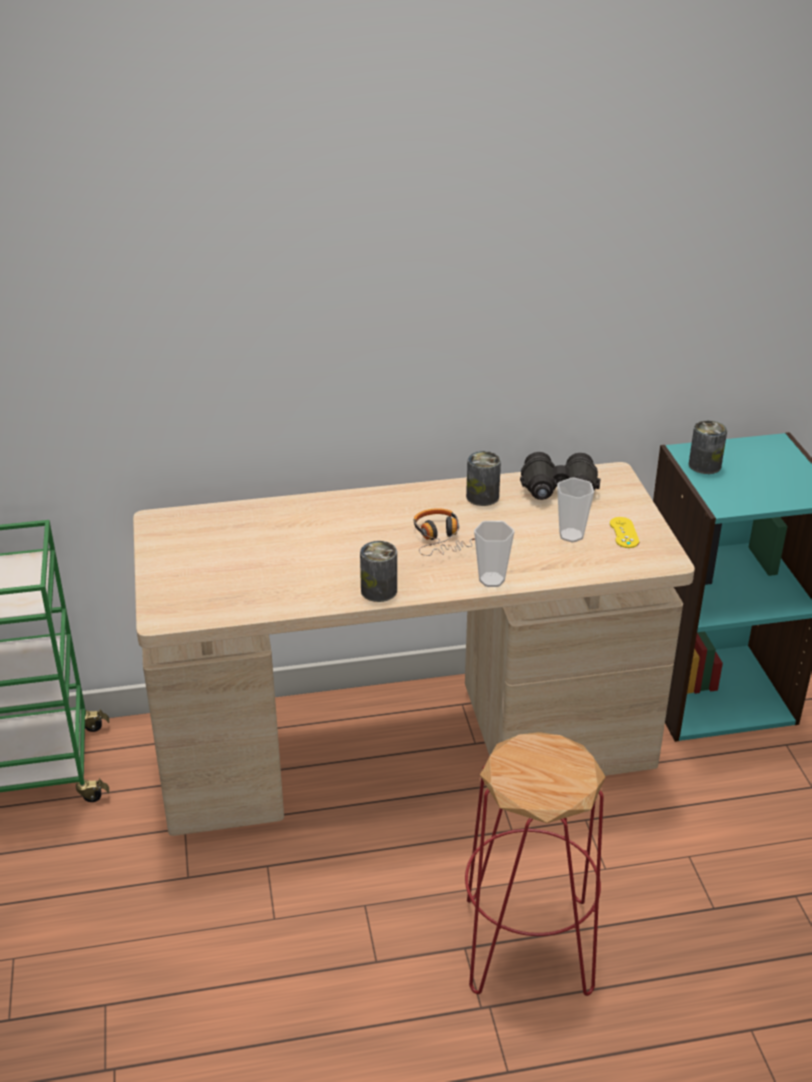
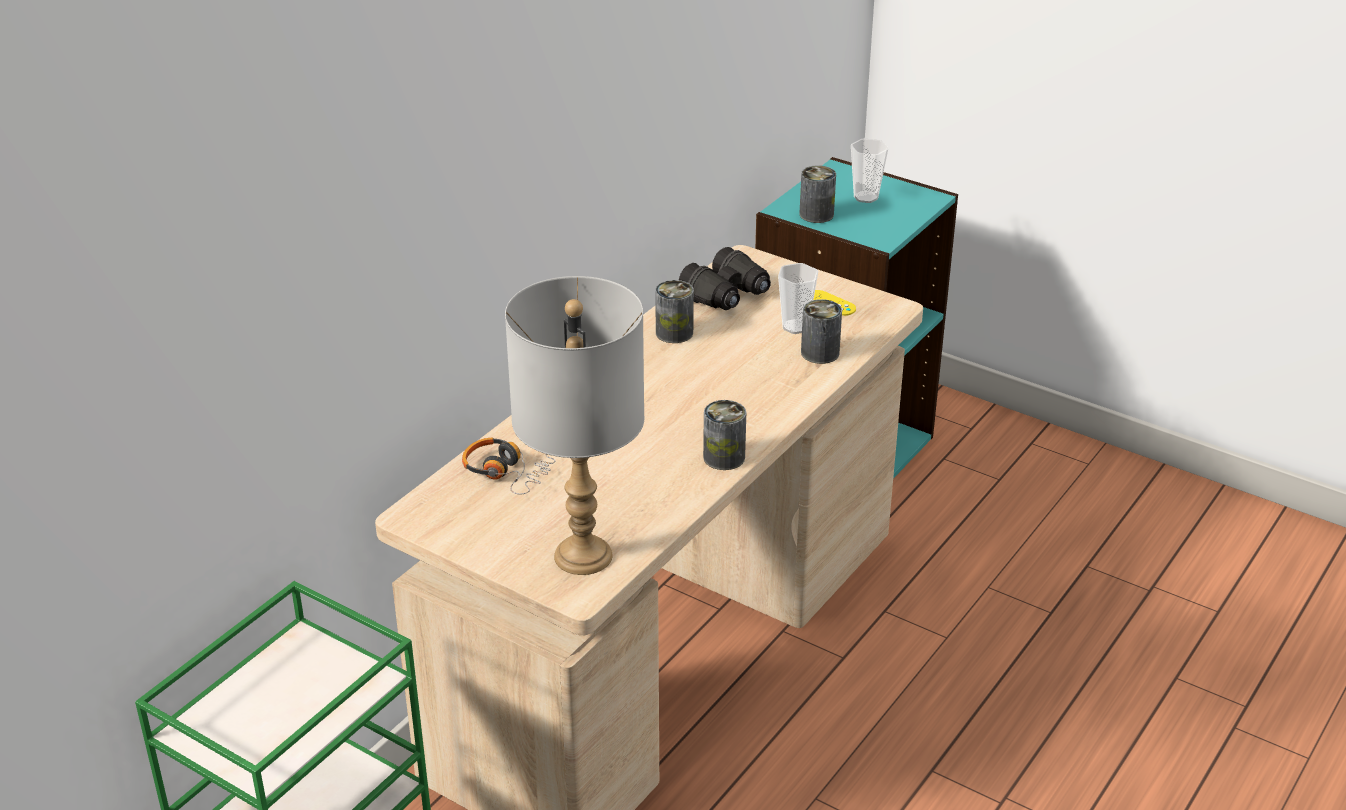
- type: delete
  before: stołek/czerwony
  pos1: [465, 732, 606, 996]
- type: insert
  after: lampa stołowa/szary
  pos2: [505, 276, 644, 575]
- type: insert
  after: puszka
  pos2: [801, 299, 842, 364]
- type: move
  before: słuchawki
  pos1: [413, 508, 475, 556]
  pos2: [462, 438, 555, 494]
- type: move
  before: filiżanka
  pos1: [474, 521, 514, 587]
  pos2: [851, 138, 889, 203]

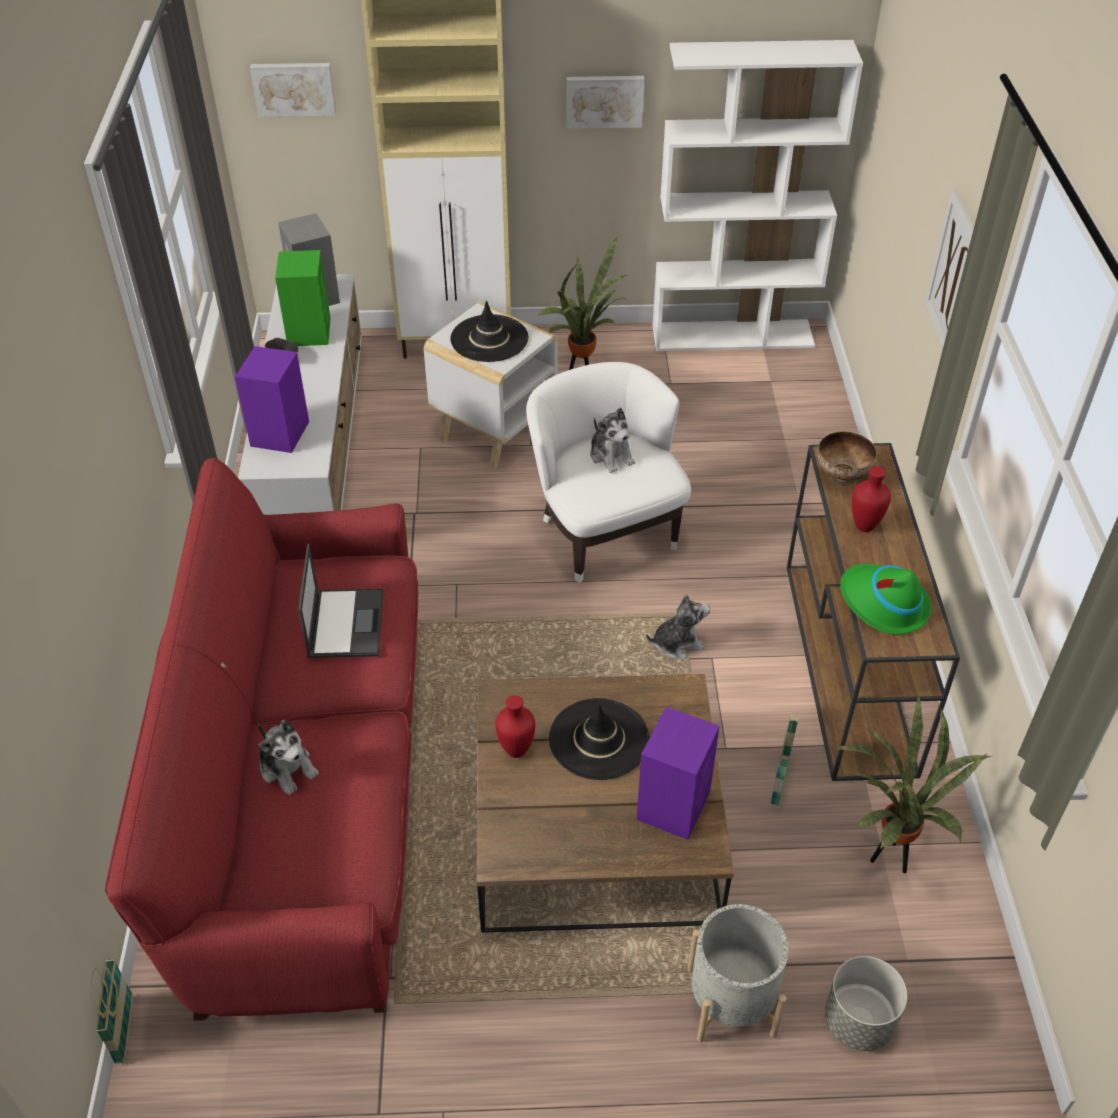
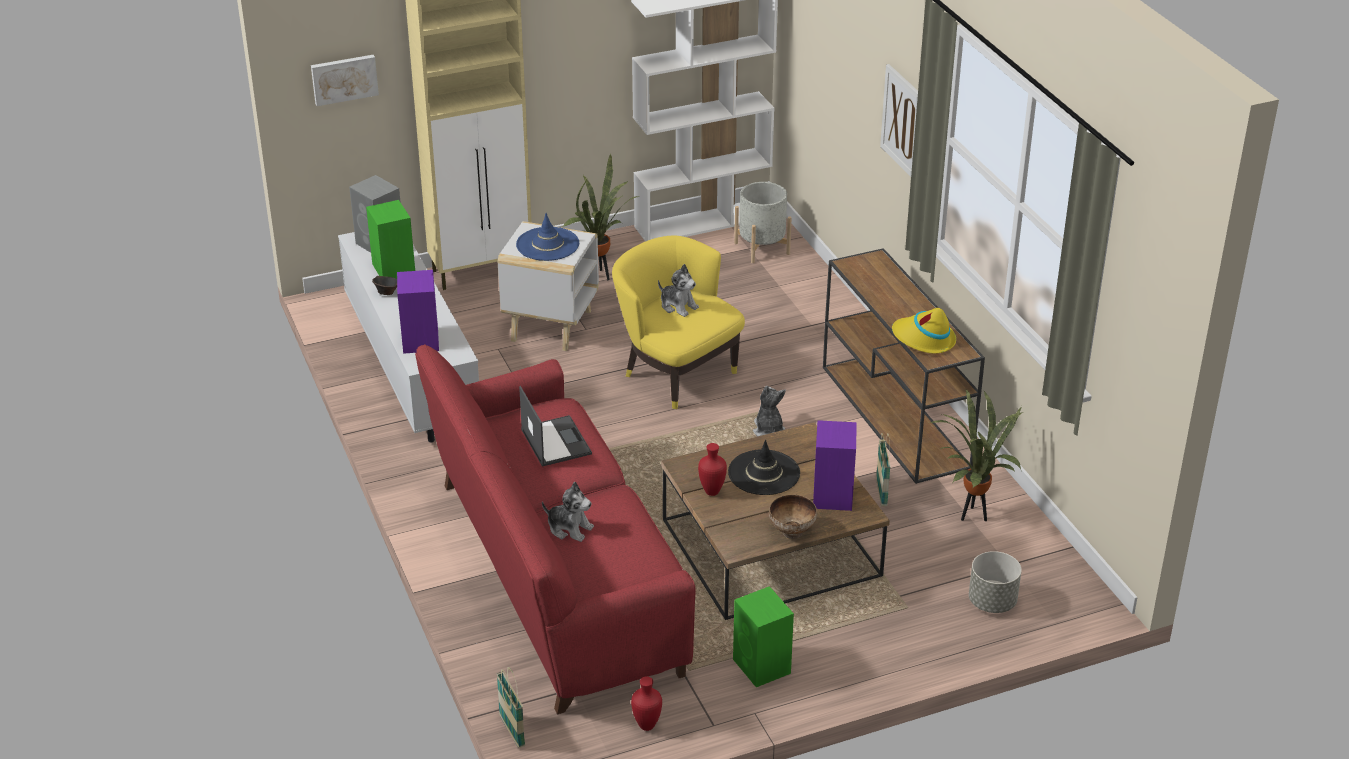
- type: delete
  before: obraz
  pos1: [566, 76, 645, 129]
- type: insert
  after: głośnik/zielony
  pos2: [733, 586, 794, 687]
- type: move
  before: donica/szary
  pos1: [688, 904, 789, 1042]
  pos2: [734, 182, 792, 263]
- type: move
  before: miska
  pos1: [817, 432, 877, 486]
  pos2: [769, 495, 817, 539]
- type: move
  before: wazon/czerwony
  pos1: [852, 466, 891, 532]
  pos2: [631, 676, 662, 731]
- type: recolor
  before: kapelusz/czarny
  after: kapelusz/niebieski
  pos1: [450, 301, 528, 362]
  pos2: [516, 213, 579, 261]
- type: recolor
  before: fotel/biały
  after: fotel/żółty
  pos1: [526, 362, 691, 583]
  pos2: [612, 236, 745, 409]
- type: recolor
  before: kapelusz/zielony
  after: kapelusz/żółty
  pos1: [840, 564, 931, 635]
  pos2: [892, 308, 956, 354]
- type: rotate
  before: pluszak
  pos1: [646, 594, 710, 659]
  pos2: [753, 386, 786, 436]
  turn: -60

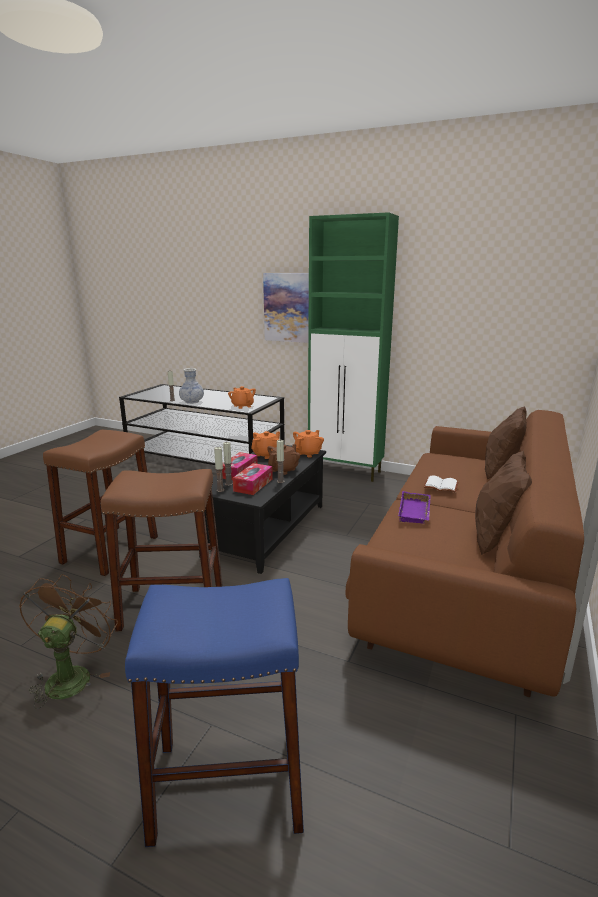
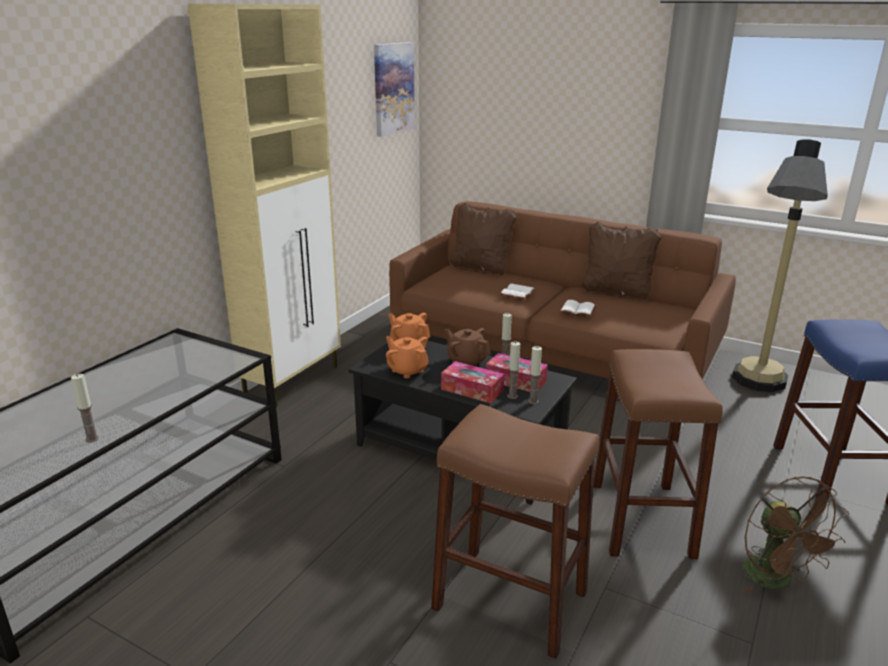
- type: delete
  before: wazon
  pos1: [179, 368, 204, 404]
- type: delete
  before: imbryk/pomarańczowy
  pos1: [228, 386, 256, 409]
- type: insert
  after: lampa stojąca
  pos2: [732, 139, 828, 392]
- type: move
  before: obraz
  pos1: [263, 273, 309, 343]
  pos2: [374, 42, 415, 137]
- type: replace
  before: taca/fioletowy
  after: książka/biały
  pos1: [398, 491, 431, 524]
  pos2: [559, 300, 596, 316]
- type: recolor
  before: szafka/zielony
  after: szafka/beżowy
  pos1: [308, 212, 399, 482]
  pos2: [188, 4, 341, 407]
- type: rotate
  before: wentylator/brązowy
  pos1: [19, 574, 118, 709]
  pos2: [742, 476, 849, 595]
  turn: -120

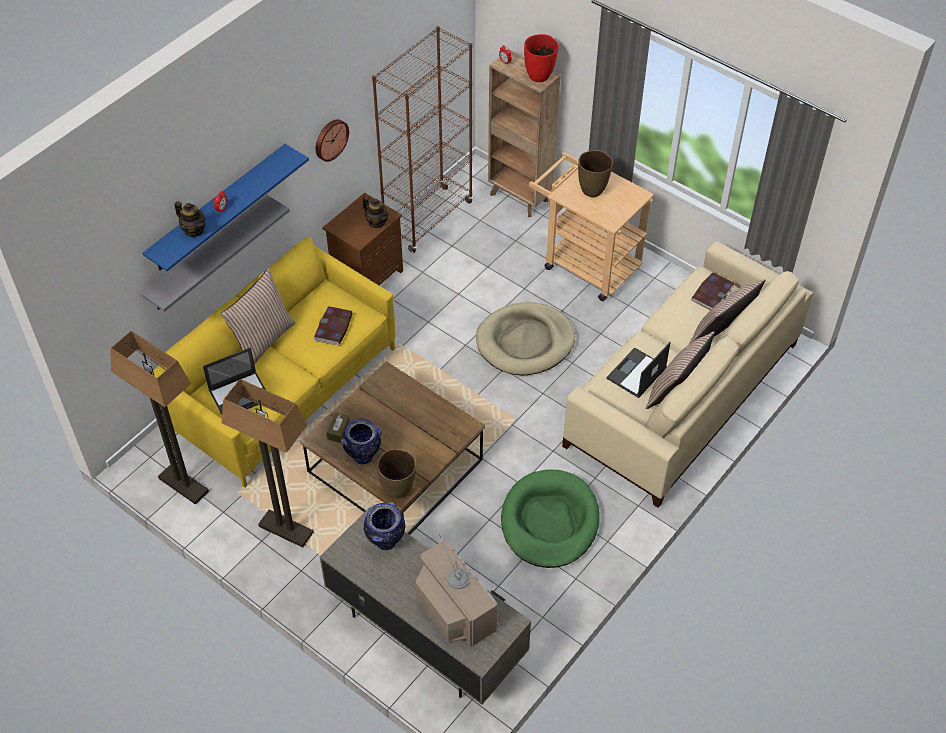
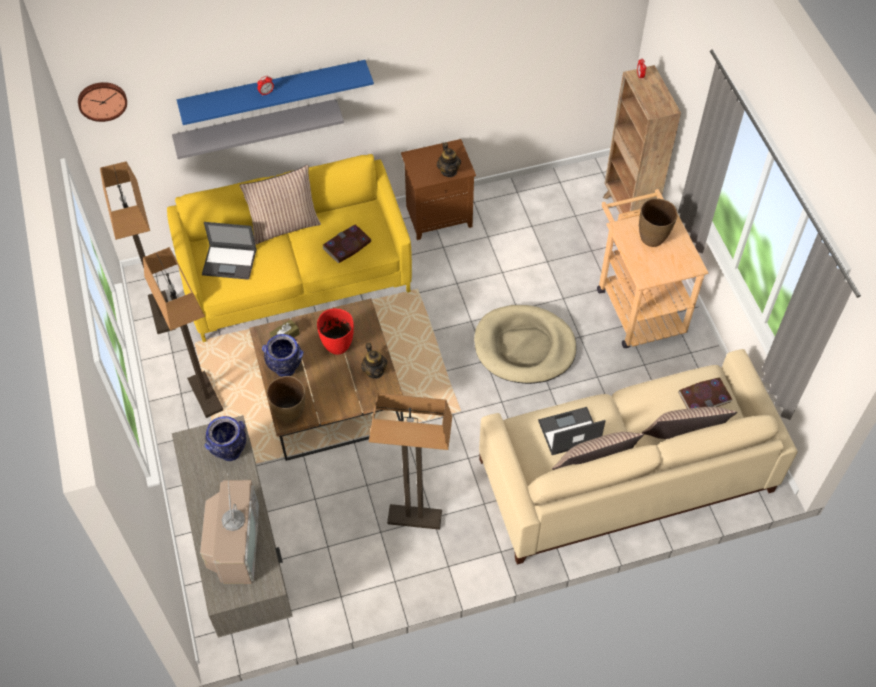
- type: delete
  before: regał/brązowy
  pos1: [372, 26, 473, 253]
- type: move
  before: imbryk
  pos1: [174, 201, 206, 237]
  pos2: [361, 343, 387, 379]
- type: move
  before: zegar ścienny
  pos1: [316, 119, 349, 162]
  pos2: [78, 82, 127, 122]
- type: move
  before: wazon/czerwony
  pos1: [524, 34, 559, 82]
  pos2: [317, 308, 354, 355]
- type: replace
  before: legowisko/zielony
  after: lampa stojąca
  pos1: [501, 469, 600, 568]
  pos2: [369, 393, 452, 530]

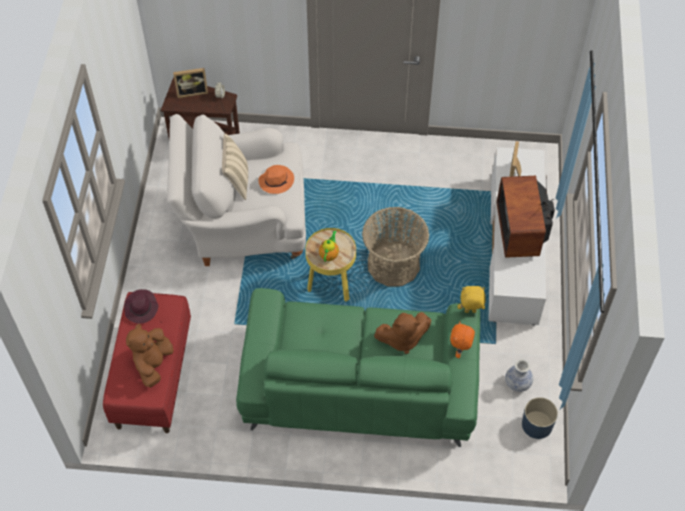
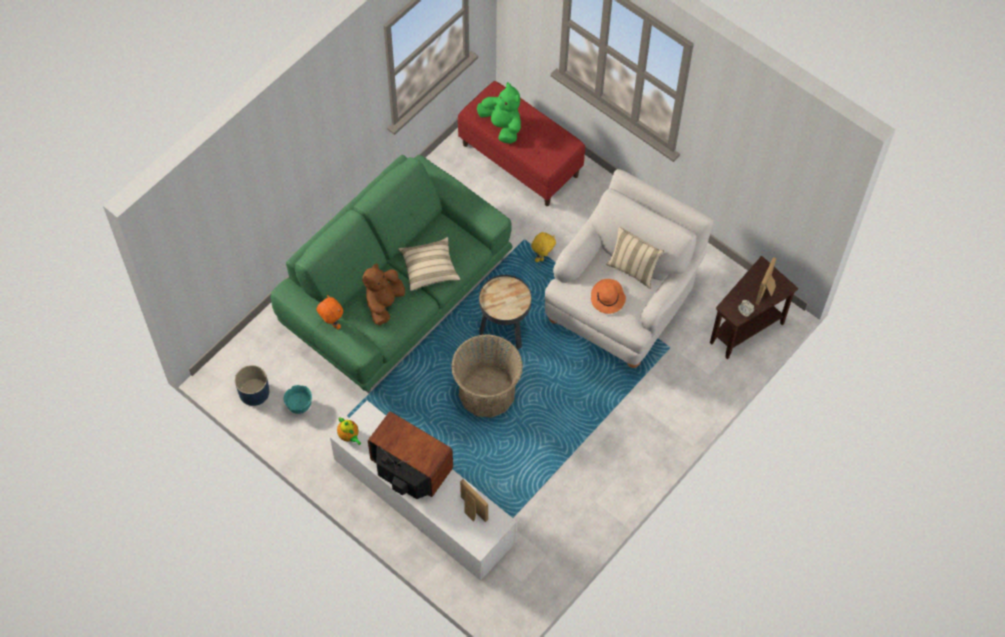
- type: delete
  before: kapelusz/fioletowy
  pos1: [124, 289, 158, 324]
- type: insert
  after: poduszka/beżowy
  pos2: [398, 237, 460, 291]
- type: move
  before: imbryk
  pos1: [319, 231, 339, 262]
  pos2: [337, 417, 361, 445]
- type: move
  before: pluszak/żółty
  pos1: [458, 286, 486, 313]
  pos2: [531, 232, 556, 262]
- type: replace
  before: wazon
  after: miska/turkusowy
  pos1: [505, 359, 533, 392]
  pos2: [284, 385, 312, 414]
- type: recolor
  before: pluszak/brązowy
  after: pluszak/zielony
  pos1: [126, 324, 174, 387]
  pos2: [477, 82, 521, 144]
- type: recolor
  before: stolik/żółty
  after: stolik/czarny
  pos1: [305, 228, 356, 302]
  pos2: [479, 275, 531, 350]

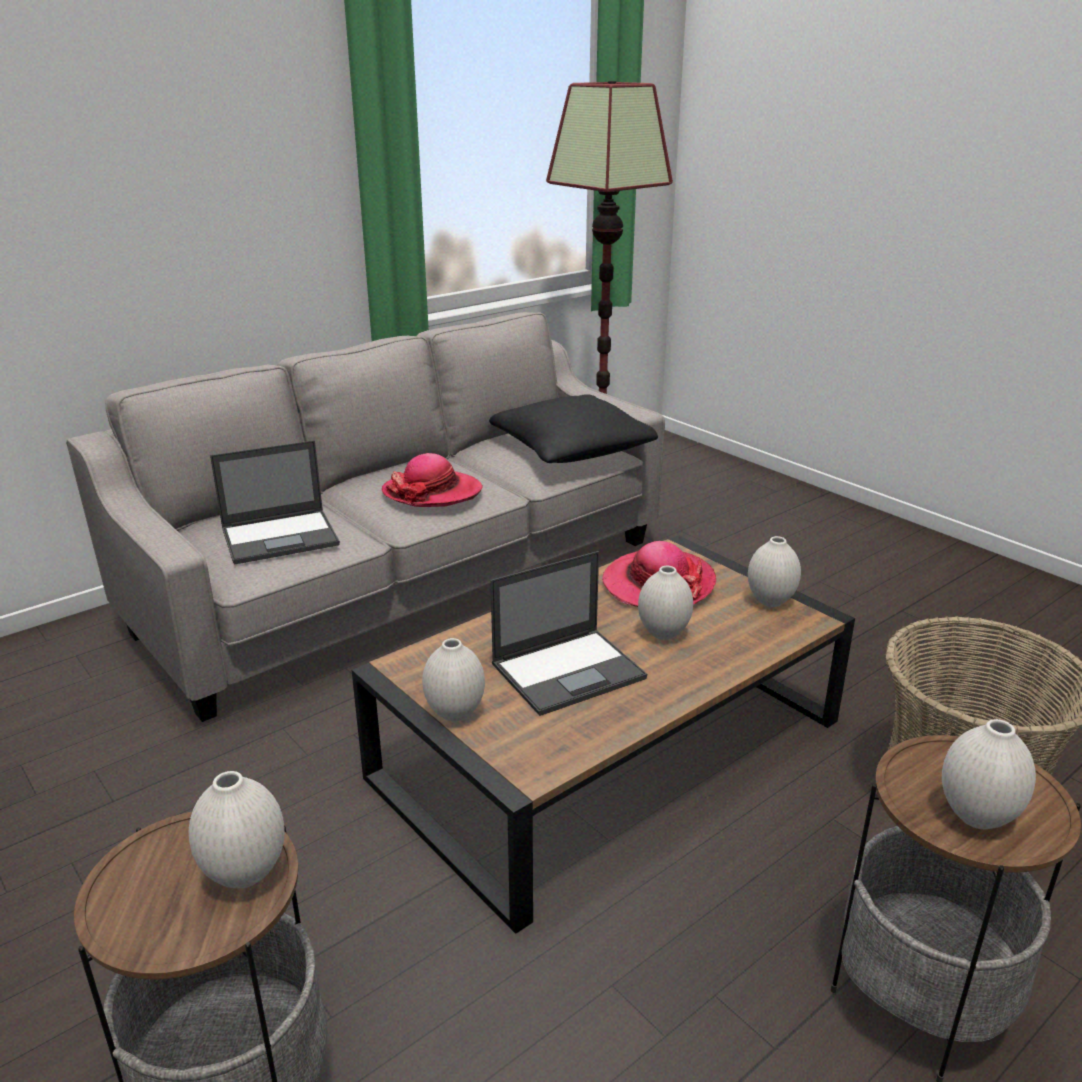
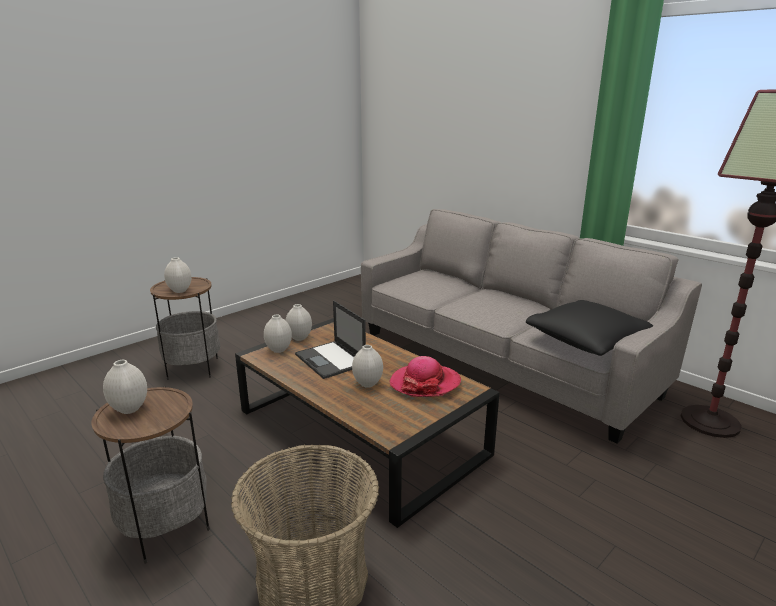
- type: delete
  before: laptop
  pos1: [210, 440, 340, 565]
- type: delete
  before: kapelusz
  pos1: [382, 453, 483, 507]
- type: move
  before: wazon/biały
  pos1: [748, 536, 801, 607]
  pos2: [264, 315, 292, 353]

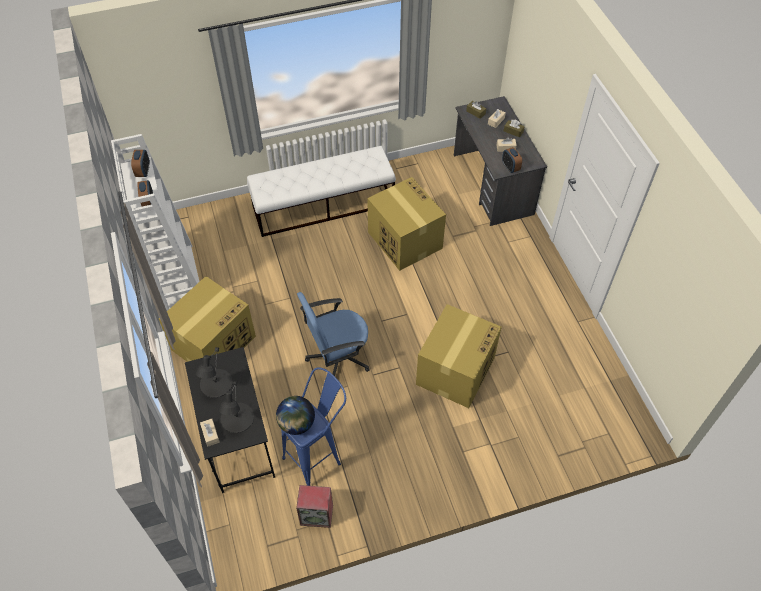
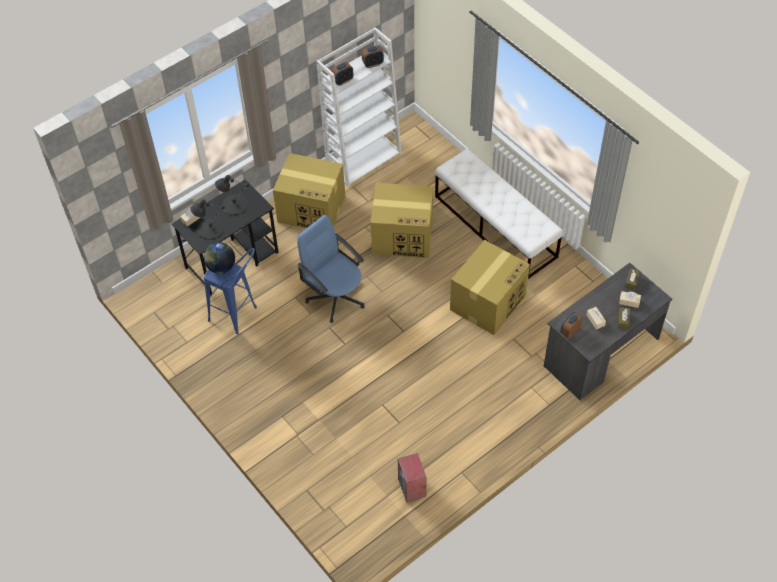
- type: move
  before: głośnik
  pos1: [296, 485, 333, 528]
  pos2: [398, 453, 426, 502]
- type: move
  before: karton
  pos1: [416, 304, 502, 408]
  pos2: [370, 183, 433, 258]

